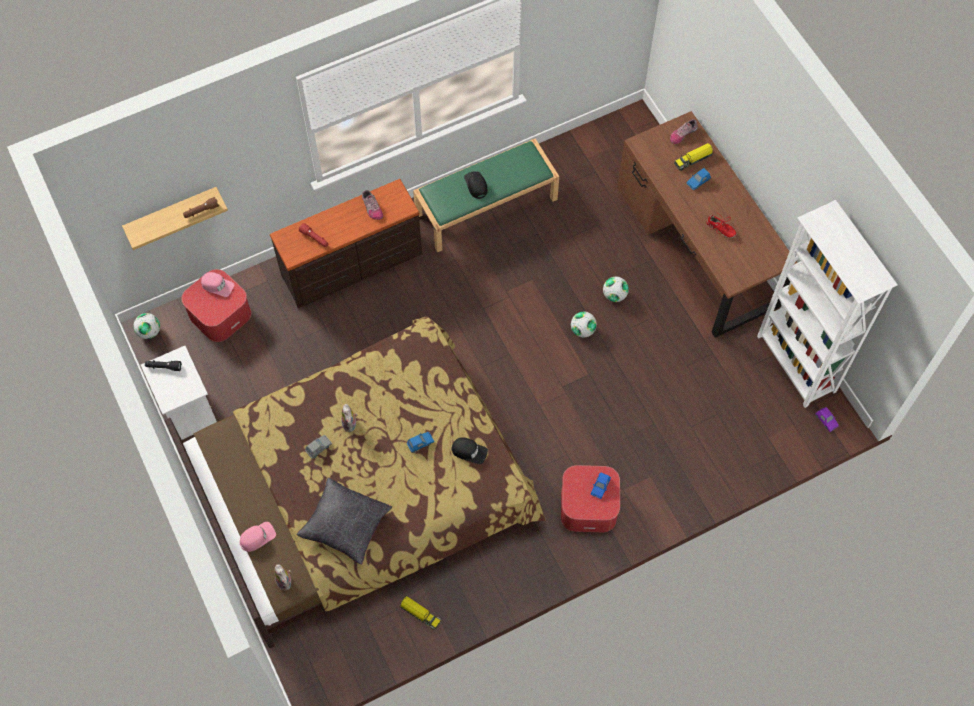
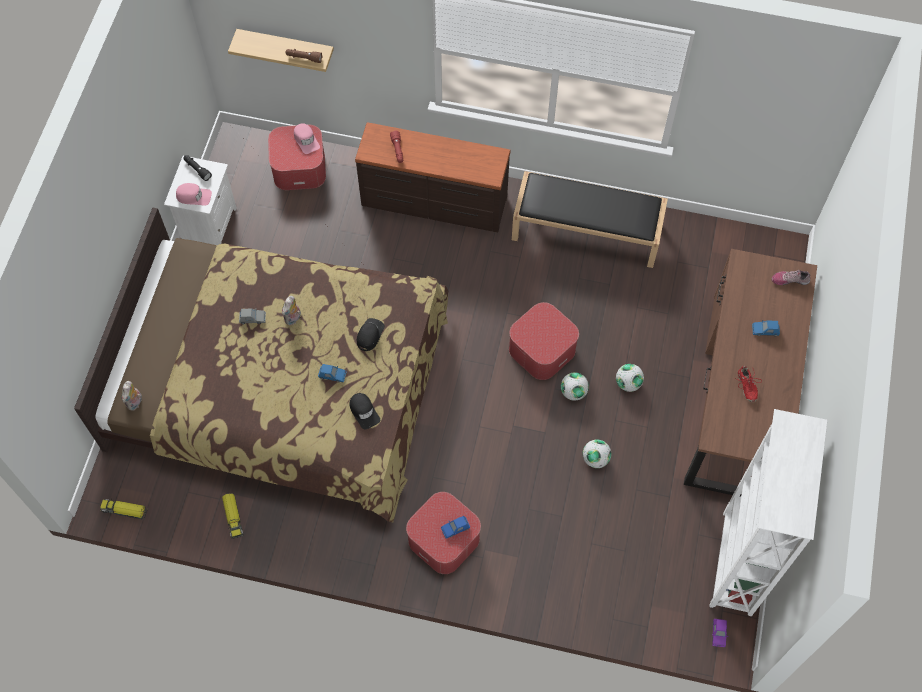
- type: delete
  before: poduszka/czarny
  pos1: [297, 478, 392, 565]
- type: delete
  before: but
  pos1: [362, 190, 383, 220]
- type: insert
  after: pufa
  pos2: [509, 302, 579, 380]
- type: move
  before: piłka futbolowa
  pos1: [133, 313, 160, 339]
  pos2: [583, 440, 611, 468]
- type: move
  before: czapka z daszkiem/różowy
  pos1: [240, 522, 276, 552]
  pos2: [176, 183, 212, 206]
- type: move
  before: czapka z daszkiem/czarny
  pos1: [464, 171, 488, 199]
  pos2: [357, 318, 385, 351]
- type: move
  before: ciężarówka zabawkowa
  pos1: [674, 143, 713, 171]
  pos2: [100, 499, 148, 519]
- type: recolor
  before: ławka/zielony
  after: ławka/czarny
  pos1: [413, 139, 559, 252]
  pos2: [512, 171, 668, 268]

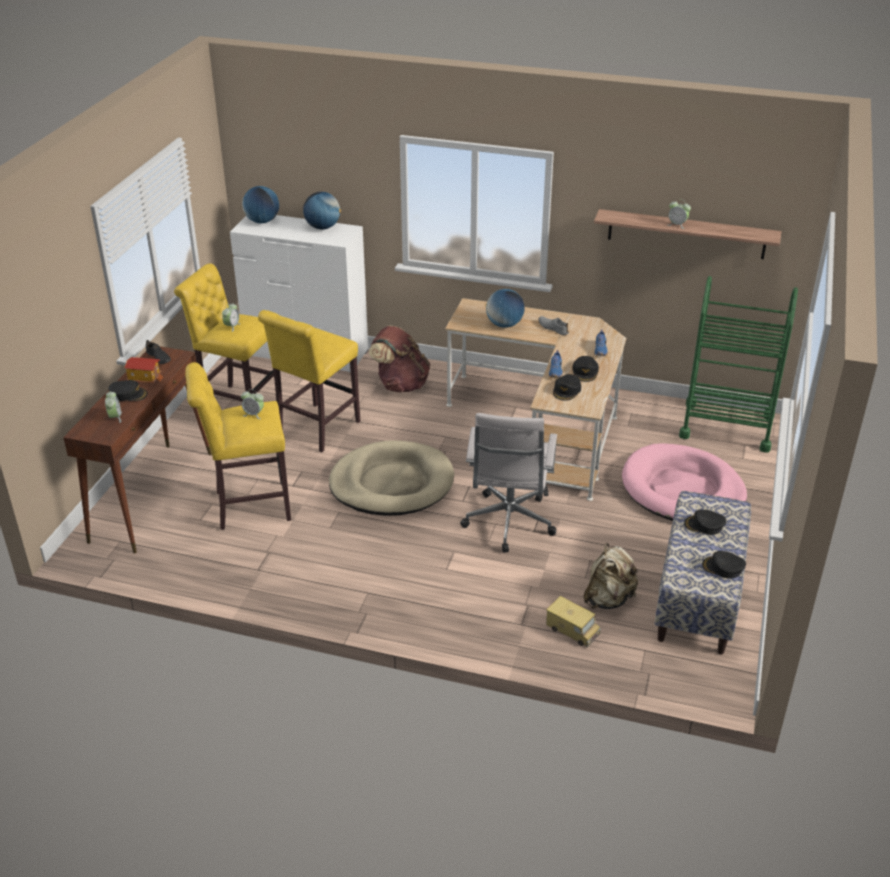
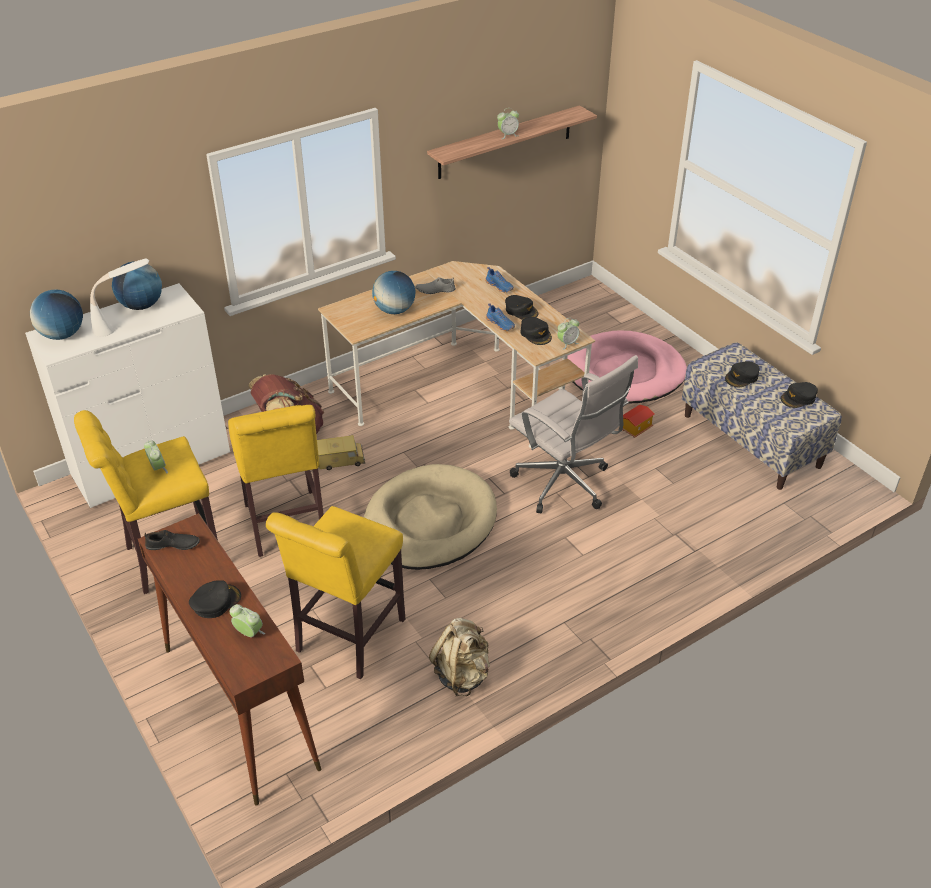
- type: delete
  before: wózek/zielony
  pos1: [679, 276, 798, 453]
- type: insert
  after: lampa stołowa/biały
  pos2: [90, 258, 149, 337]
- type: move
  before: domek
  pos1: [124, 357, 163, 384]
  pos2: [623, 405, 655, 438]
- type: move
  before: budzik
  pos1: [241, 389, 264, 419]
  pos2: [557, 318, 579, 350]
- type: move
  before: ciężarówka zabawkowa
  pos1: [546, 596, 601, 647]
  pos2: [317, 435, 365, 470]
- type: move
  before: plecak/beżowy
  pos1: [583, 543, 639, 609]
  pos2: [429, 618, 490, 696]

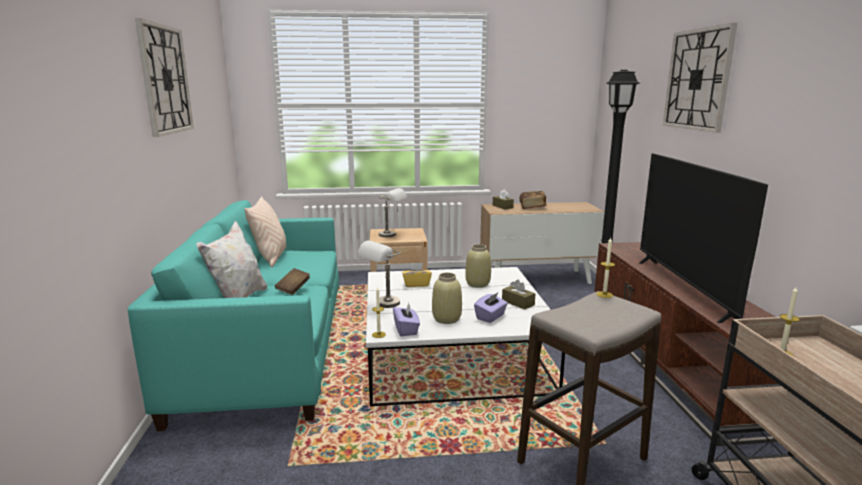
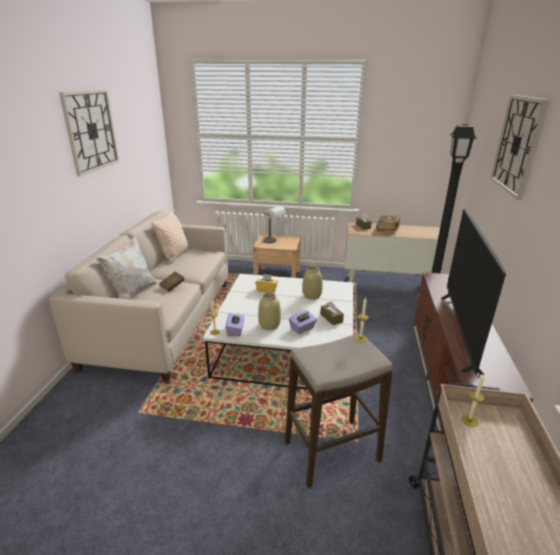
- type: delete
  before: lampa stołowa/szary
  pos1: [358, 241, 401, 308]
- type: recolor
  before: kanapa/turkusowy
  after: kanapa/beżowy
  pos1: [128, 200, 339, 431]
  pos2: [49, 211, 228, 382]

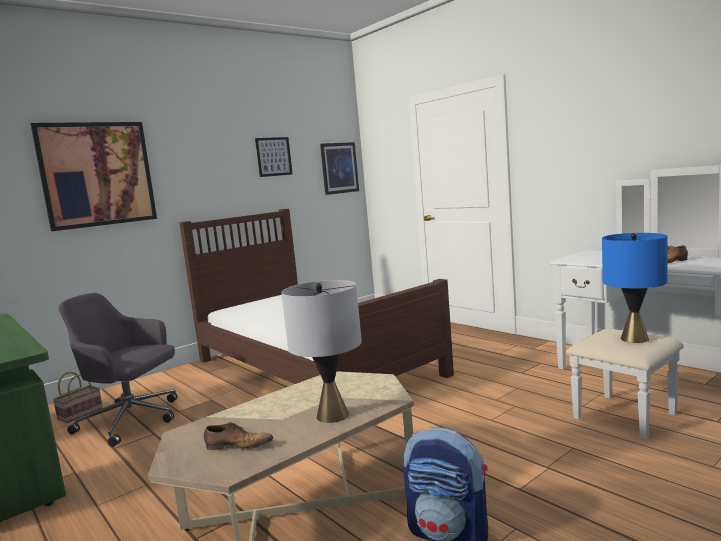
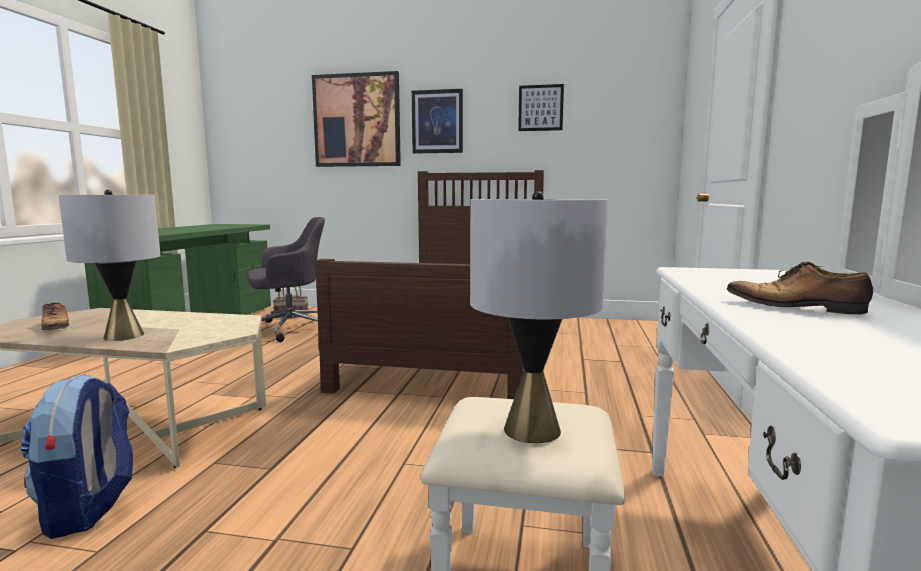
- type: move
  before: obraz
  pos1: [320, 142, 359, 195]
  pos2: [412, 89, 463, 154]
- type: recolor
  before: lampa stołowa/niebieski
  after: lampa stołowa/szary
  pos1: [602, 233, 668, 343]
  pos2: [470, 191, 608, 443]
- type: rotate
  before: krzesło biurowe/szary
  pos1: [59, 293, 178, 447]
  pos2: [247, 217, 325, 342]
  turn: 90

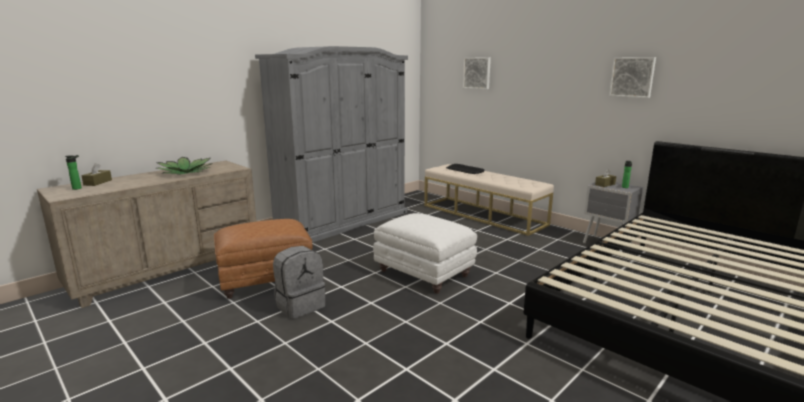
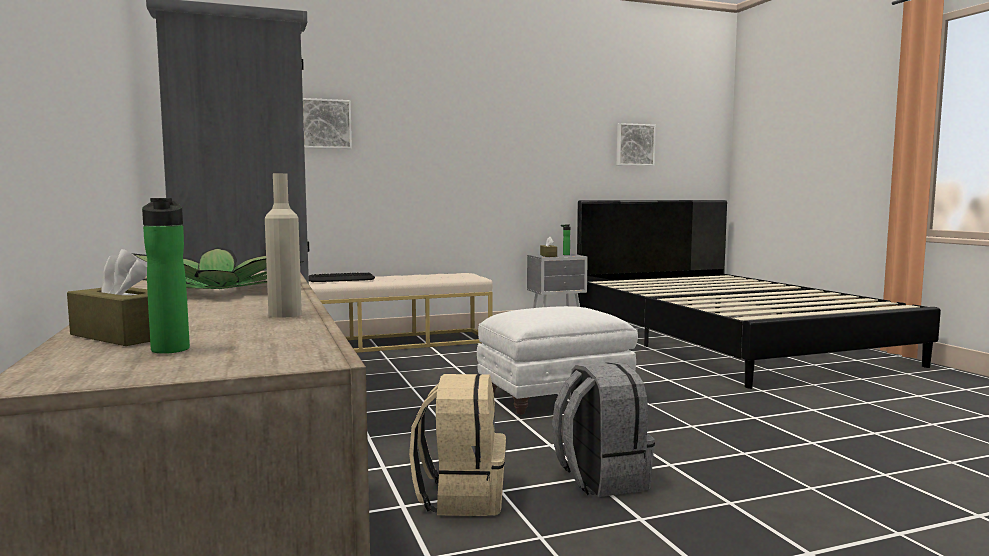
- type: insert
  after: butelka/beżowy
  pos2: [265, 173, 302, 318]
- type: move
  before: obraz
  pos1: [609, 57, 656, 98]
  pos2: [617, 123, 656, 166]
- type: replace
  before: pufa/brązowy
  after: plecak/beżowy
  pos1: [214, 219, 312, 299]
  pos2: [409, 374, 506, 516]

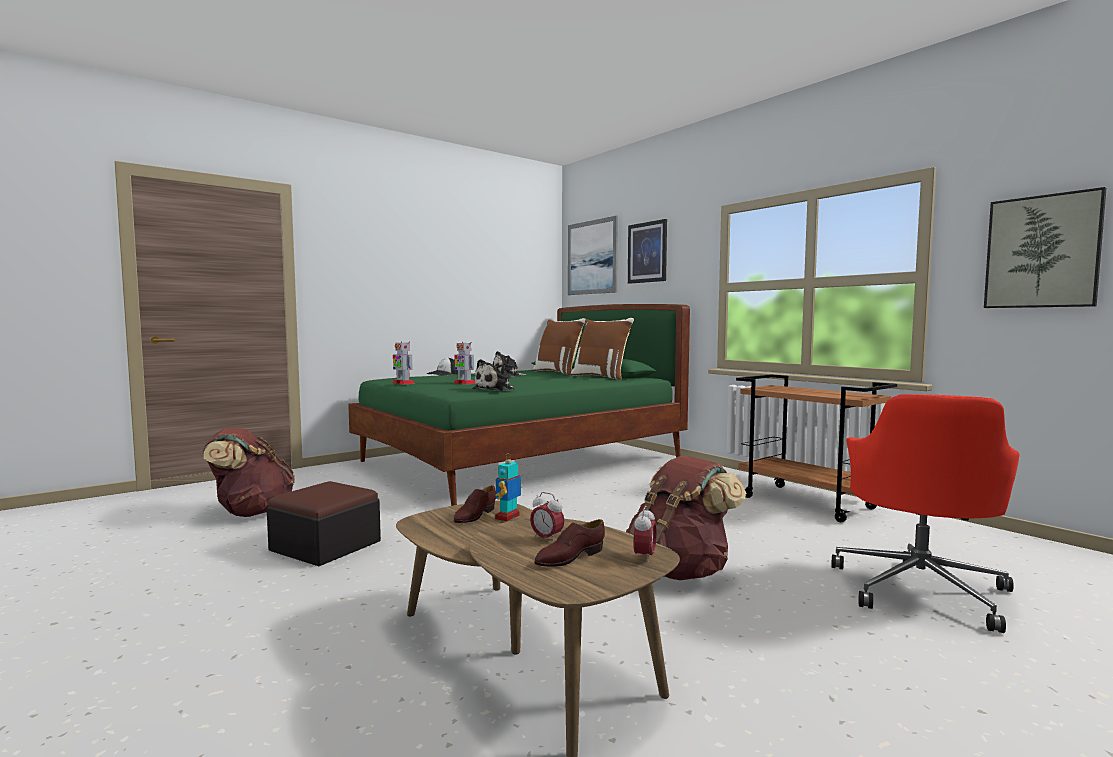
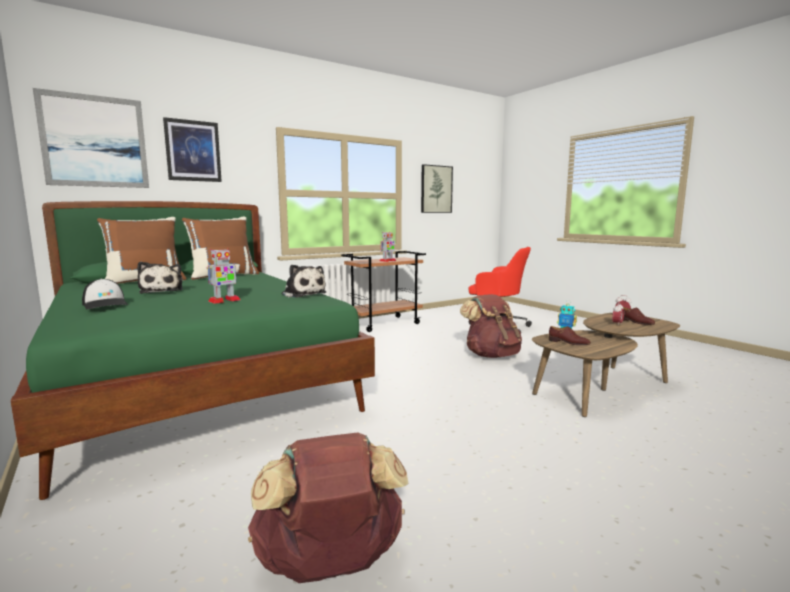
- type: delete
  before: pufa
  pos1: [267, 481, 381, 566]
- type: move
  before: robot zabawkowy
  pos1: [392, 341, 415, 385]
  pos2: [380, 232, 396, 262]

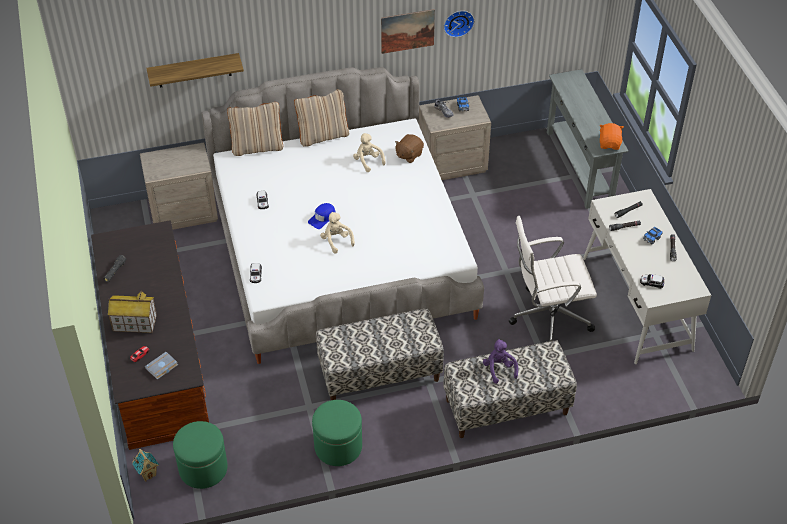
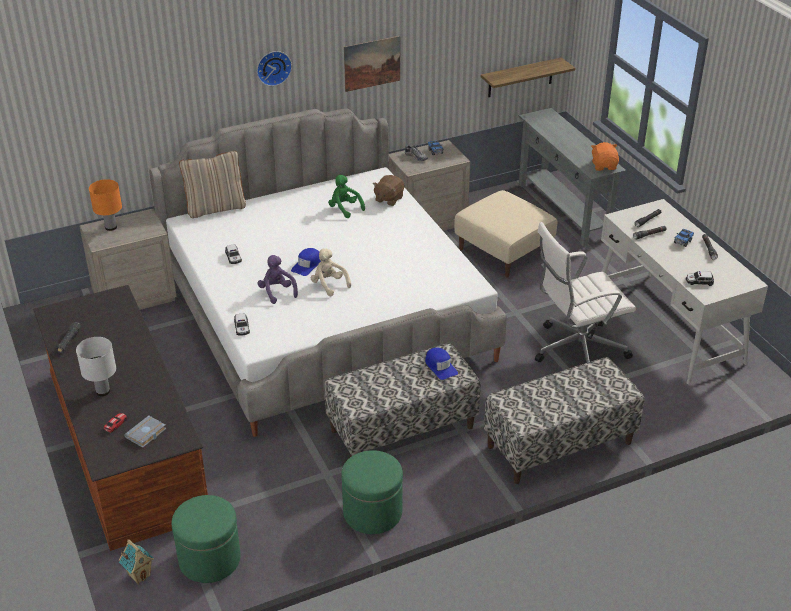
- type: delete
  before: poduszka/beżowy
  pos1: [294, 89, 349, 146]
- type: insert
  after: lampa stołowa/pomarańczowy
  pos2: [89, 179, 122, 231]
- type: insert
  after: czapka z daszkiem/niebieski
  pos2: [425, 348, 458, 380]
- type: insert
  after: pufa/beżowy
  pos2: [454, 190, 557, 277]
- type: move
  before: półka
  pos1: [146, 53, 244, 87]
  pos2: [481, 57, 575, 97]
- type: move
  before: zegar ścienny
  pos1: [444, 11, 475, 37]
  pos2: [257, 51, 292, 86]
- type: move
  before: pluszak/fioletowy
  pos1: [483, 339, 518, 384]
  pos2: [257, 255, 298, 304]
- type: replace
  before: domek
  after: lampa stołowa/biały
  pos1: [108, 290, 157, 333]
  pos2: [76, 337, 116, 396]
- type: recolor
  before: pluszak/beżowy
  after: pluszak/zielony
  pos1: [353, 133, 386, 172]
  pos2: [328, 175, 365, 218]

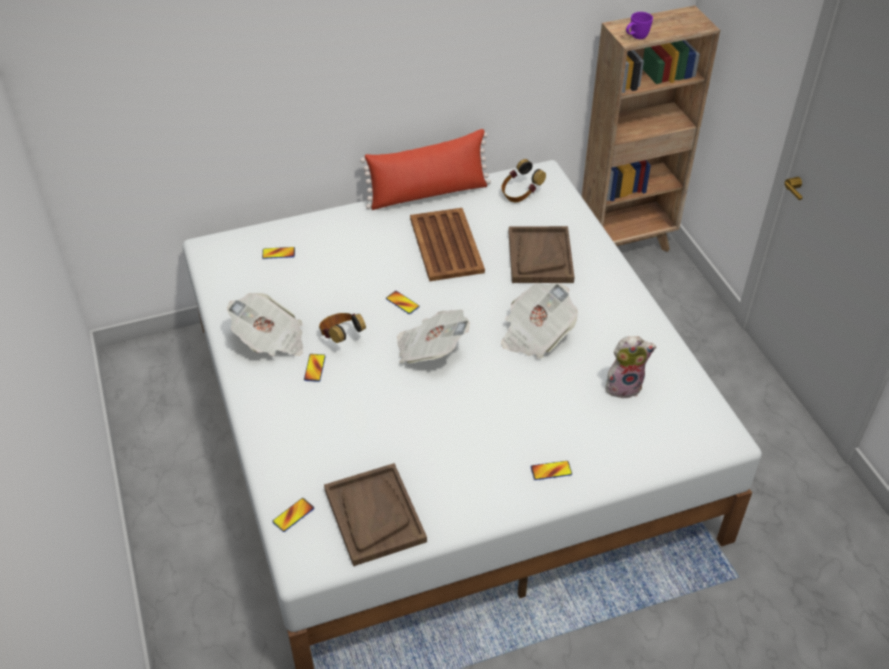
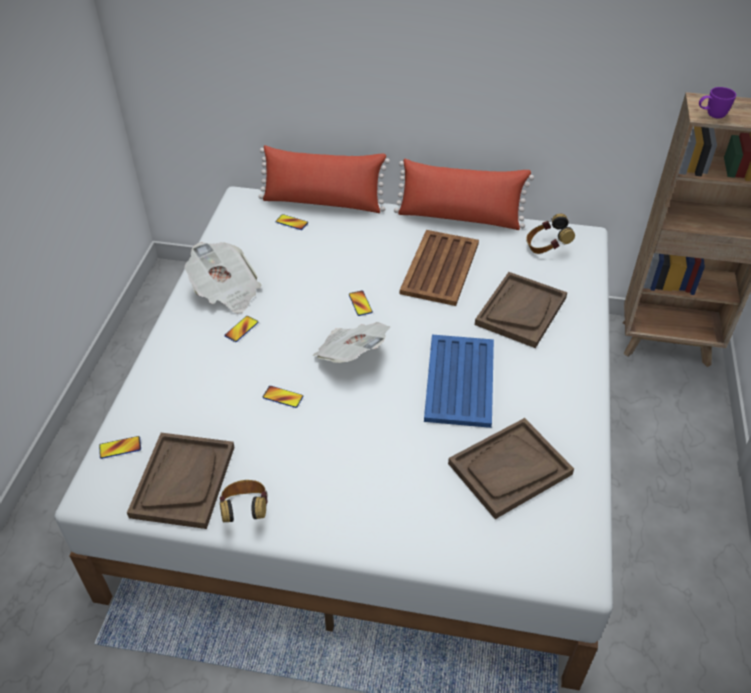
- type: insert
  after: poduszka/czerwony
  pos2: [259, 145, 390, 213]
- type: move
  before: słuchawki
  pos1: [319, 313, 366, 343]
  pos2: [220, 480, 268, 522]
- type: move
  before: telefon
  pos1: [531, 461, 572, 480]
  pos2: [263, 386, 303, 408]
- type: replace
  before: gazeta
  after: taca/niebieski
  pos1: [501, 283, 578, 358]
  pos2: [424, 335, 494, 428]
- type: replace
  before: pluszak
  after: taca/brązowy
  pos1: [605, 336, 656, 399]
  pos2: [448, 418, 574, 519]

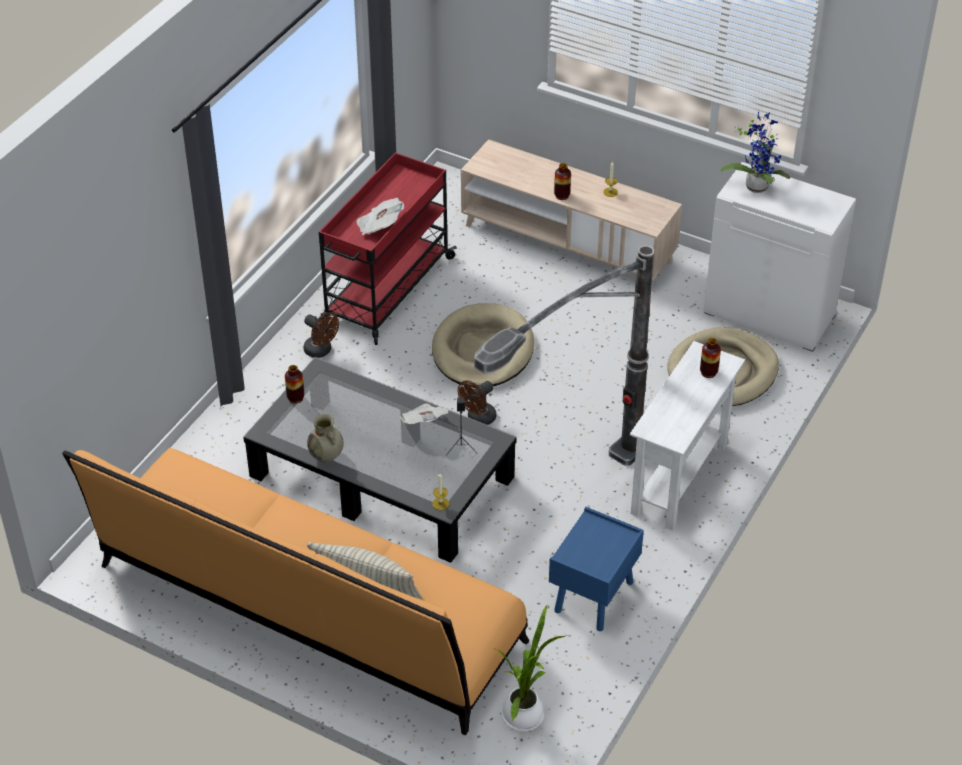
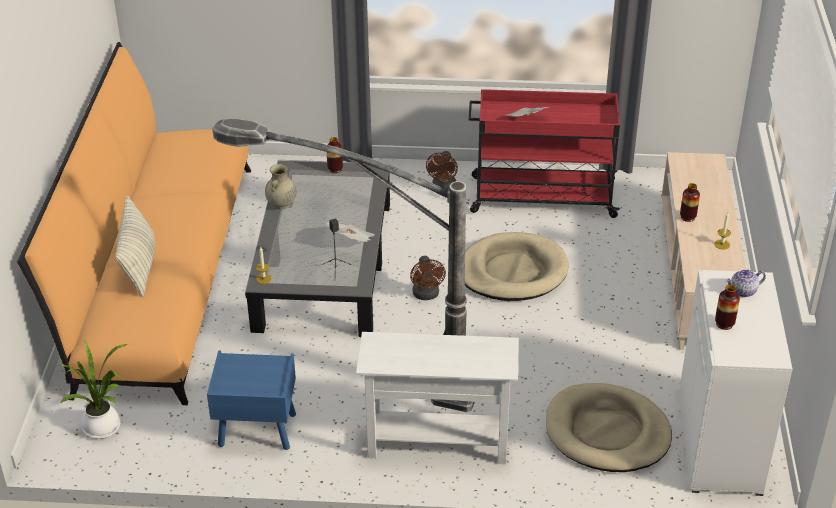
- type: move
  before: wazon
  pos1: [700, 338, 721, 378]
  pos2: [715, 285, 740, 330]
- type: replace
  before: roślina doniczkowa
  after: imbryk
  pos1: [721, 111, 790, 193]
  pos2: [726, 269, 766, 297]
- type: rotate
  before: wentylator/brązowy
  pos1: [458, 380, 497, 425]
  pos2: [410, 256, 446, 300]
  turn: -120

